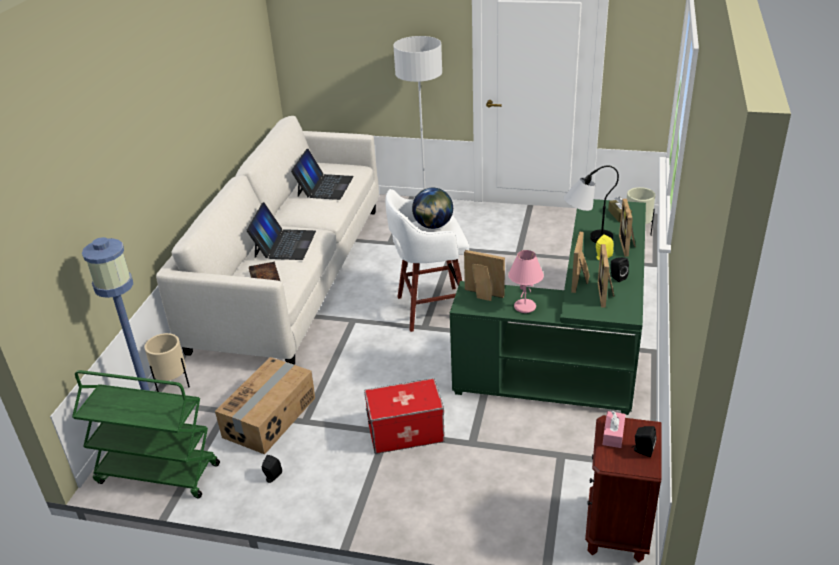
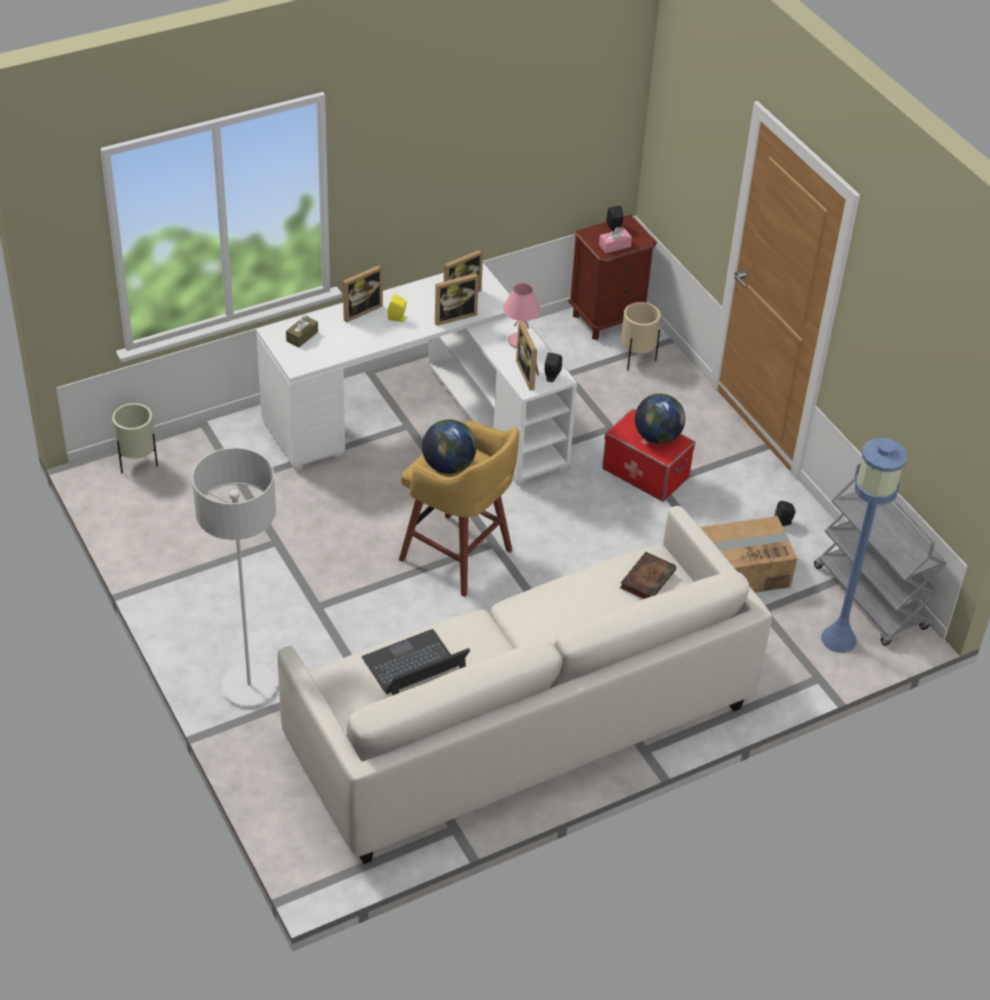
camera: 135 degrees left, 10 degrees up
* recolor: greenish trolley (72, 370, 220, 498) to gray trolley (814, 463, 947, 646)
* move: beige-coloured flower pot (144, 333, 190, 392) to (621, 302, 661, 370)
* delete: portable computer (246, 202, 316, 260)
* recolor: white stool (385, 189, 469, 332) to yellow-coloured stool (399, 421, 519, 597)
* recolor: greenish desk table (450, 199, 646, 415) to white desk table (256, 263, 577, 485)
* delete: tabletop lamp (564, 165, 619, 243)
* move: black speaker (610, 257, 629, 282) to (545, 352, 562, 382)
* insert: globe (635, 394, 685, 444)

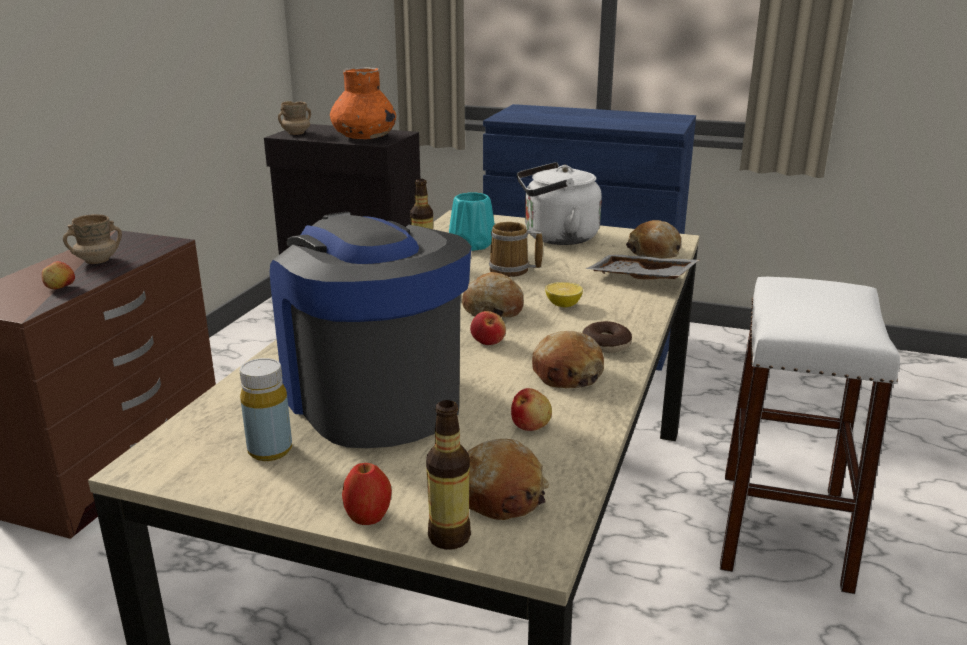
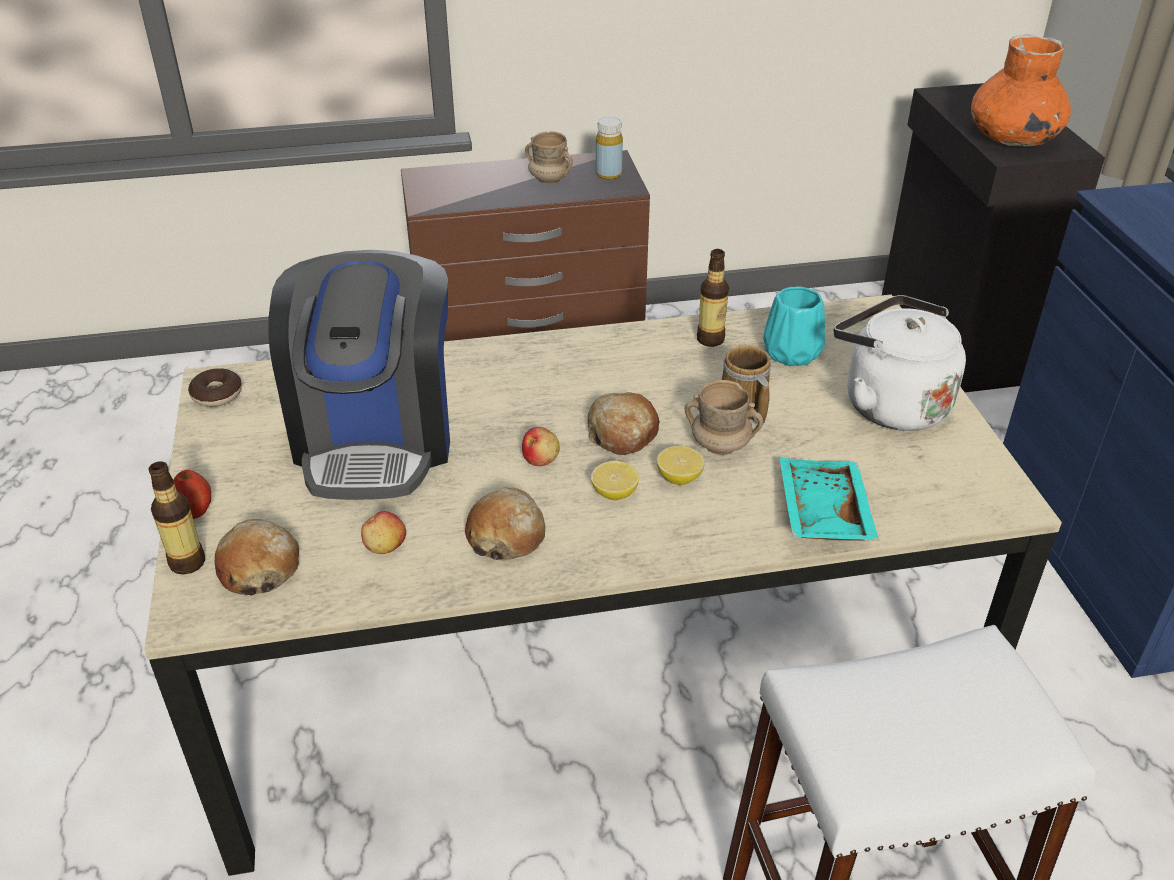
camera: 60 degrees right, 15 degrees up
* delete: apple fruit (42, 261, 75, 289)
* move: yellow-coloured bottle (240, 358, 292, 461) to (596, 116, 623, 180)
* rotate: coffee maker (270, 211, 471, 448) = (269, 250, 450, 500) 150 degrees clockwise
* move: beige-coloured coffee mug (278, 101, 311, 135) to (685, 380, 763, 455)
* move: ring doughnut (582, 321, 632, 353) to (188, 368, 242, 407)
* recolor: gray tray (585, 254, 699, 279) to blue-green tray (780, 458, 879, 541)
* delete: baked bread (626, 220, 681, 259)
* insert: whole lemon (591, 461, 639, 500)

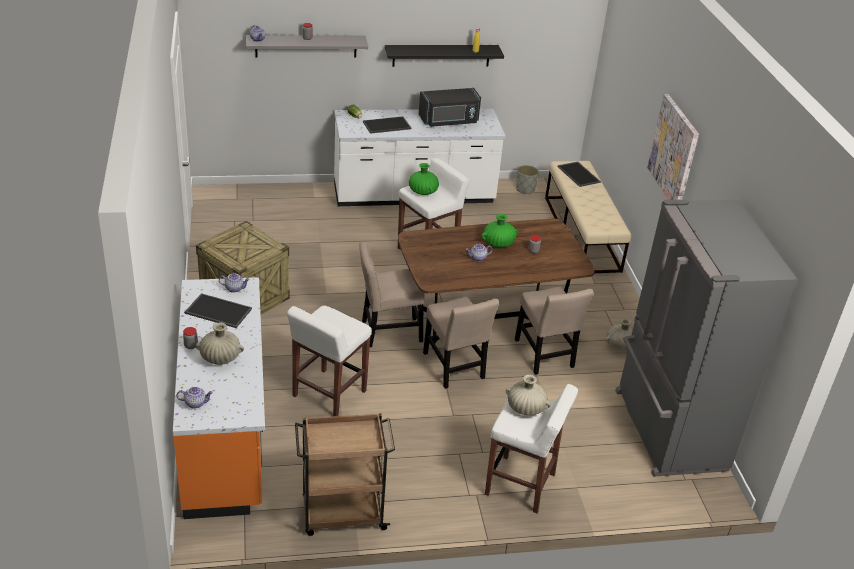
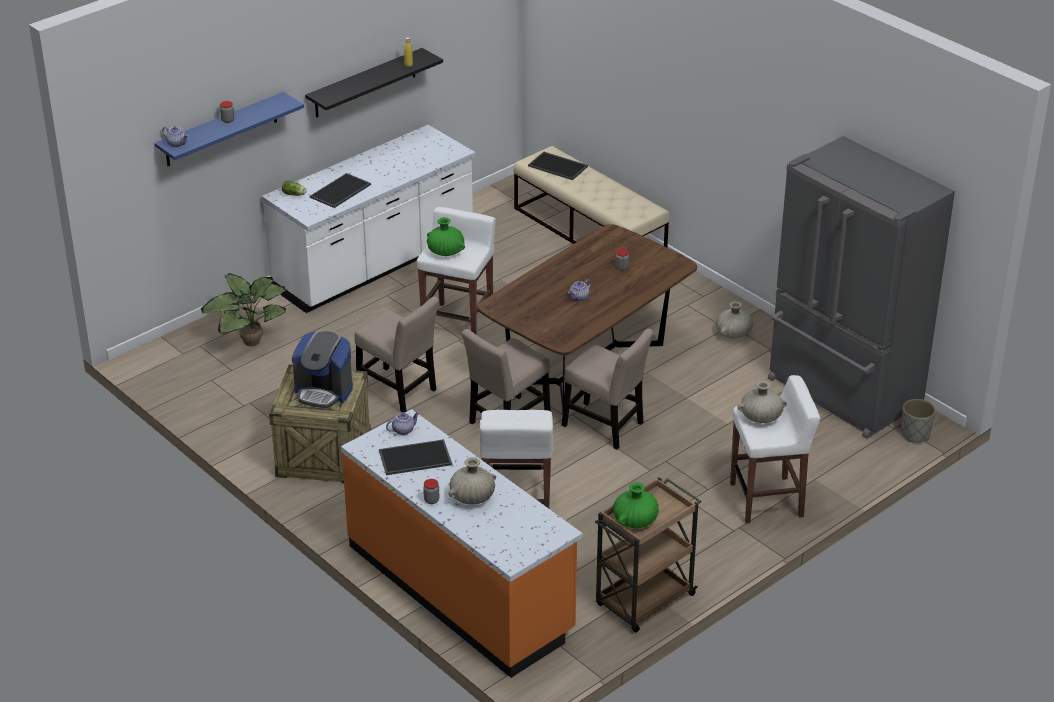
camera: 30 degrees left, 0 degrees up
* delete: teapot (176, 386, 213, 409)
* recolor: gray wall shelf (246, 35, 368, 58) to bluish wall shelf (154, 92, 304, 166)
* delete: black kitchen microwave (419, 88, 481, 127)
* move: greenish vase (481, 214, 518, 247) to (613, 482, 659, 528)
* move: beige-coloured chair (515, 287, 594, 375) to (354, 297, 439, 413)
* move: gray flower pot (516, 165, 539, 194) to (901, 399, 936, 442)
* delete: picture (647, 94, 699, 200)
* insert: potted plant (201, 273, 288, 346)
* insert: coffee maker (292, 330, 353, 408)

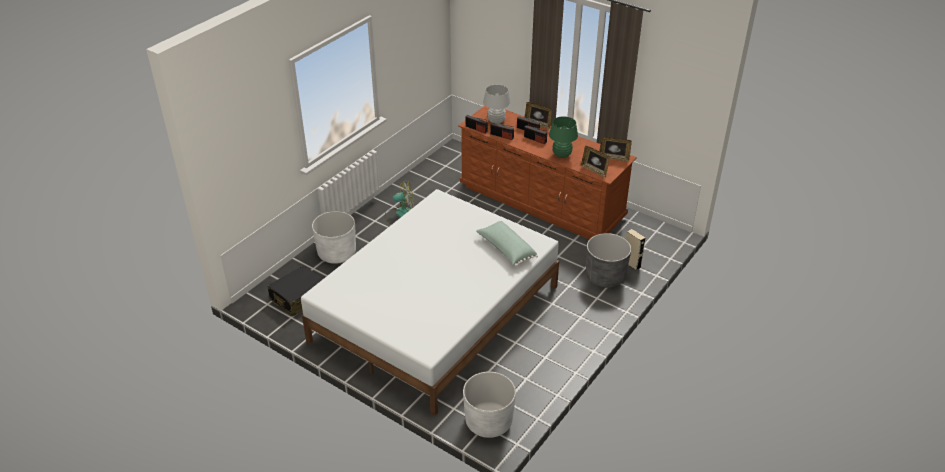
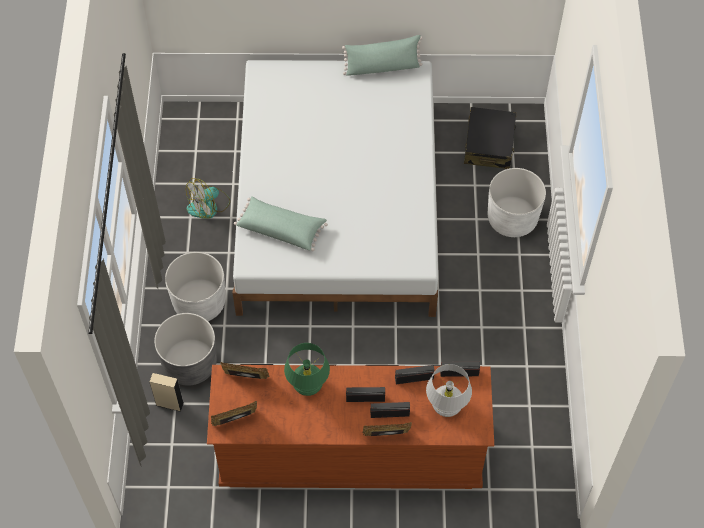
camera: 145 degrees right, 20 degrees up
* move: cooling fan (385, 181, 414, 225) to (186, 178, 230, 219)
* move: white flower pot (463, 371, 516, 438) to (165, 252, 225, 321)
* insert: greenish cushion (342, 35, 423, 76)

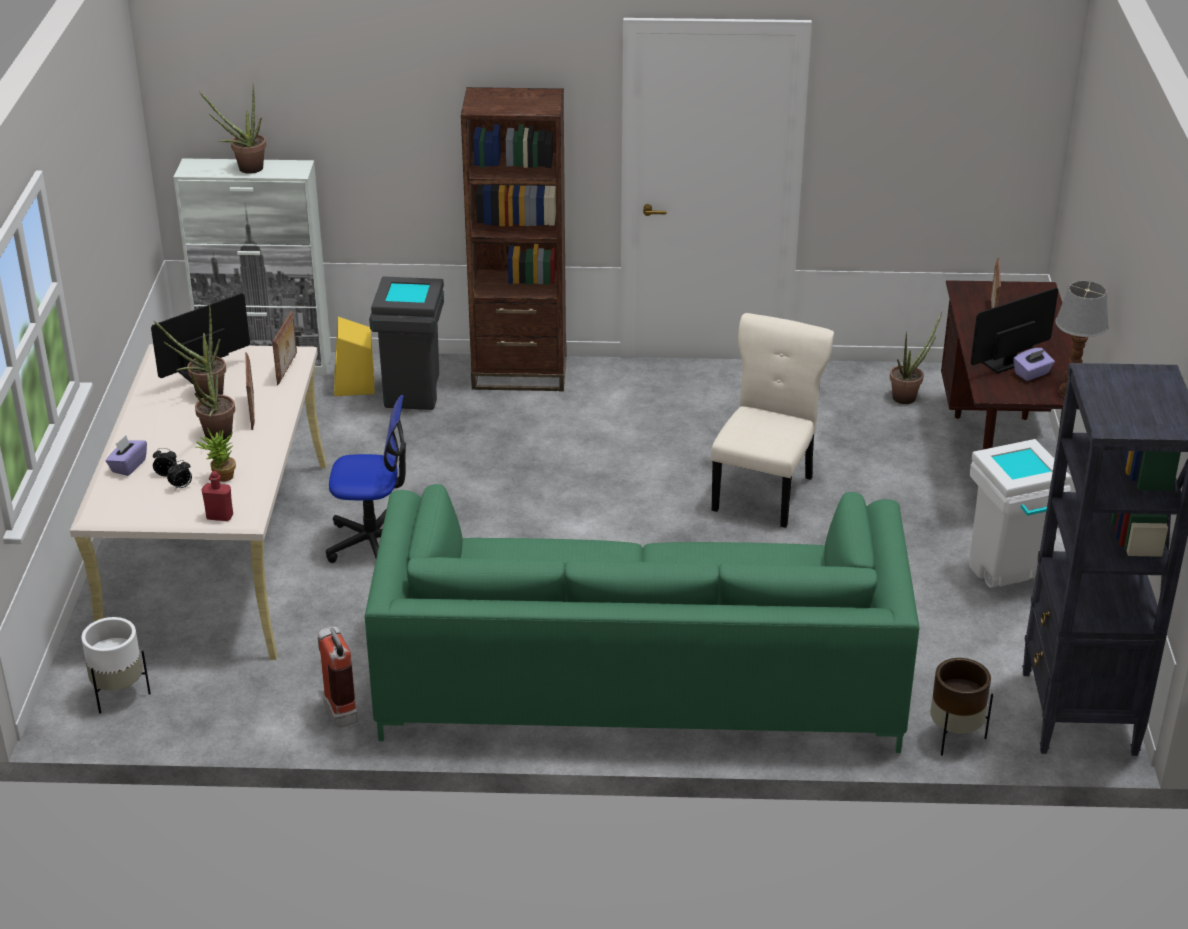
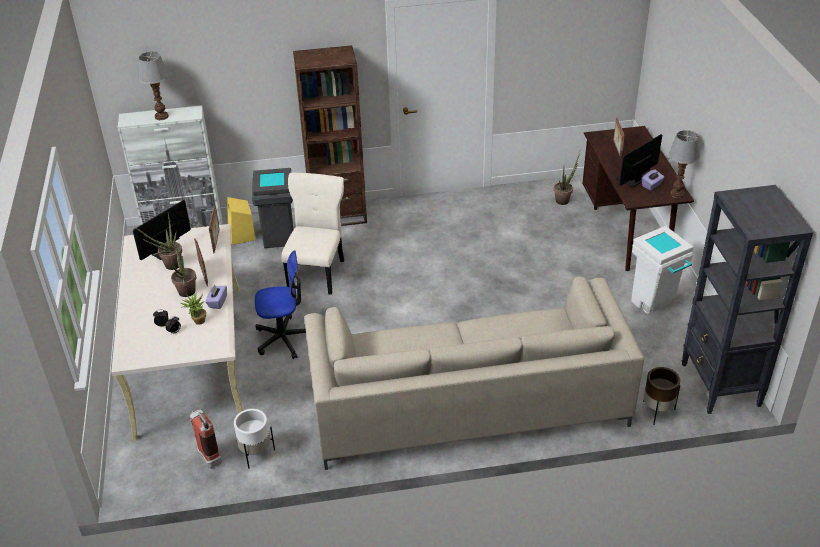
camera: 10 degrees left, 5 degrees up
* move: white flower pot (81, 617, 151, 714) to (234, 409, 275, 468)
* move: purplish tissue holder (106, 436, 147, 476) to (205, 284, 227, 309)
* replace: potted plant (200, 85, 266, 174) to tabletop lamp (138, 52, 169, 120)
* delete: reddish bottle (202, 471, 233, 521)
* move: fire extinguisher (318, 626, 359, 727) to (190, 409, 222, 468)
* recolor: greenish couch (365, 484, 919, 753) to beige-coloured couch (304, 276, 644, 470)
* move: beige-coloured chair (710, 313, 834, 528) to (281, 172, 344, 295)

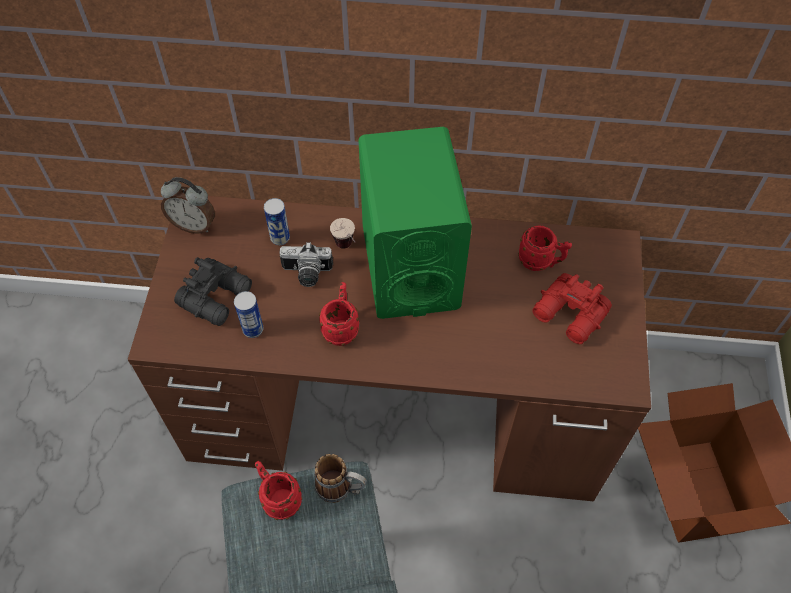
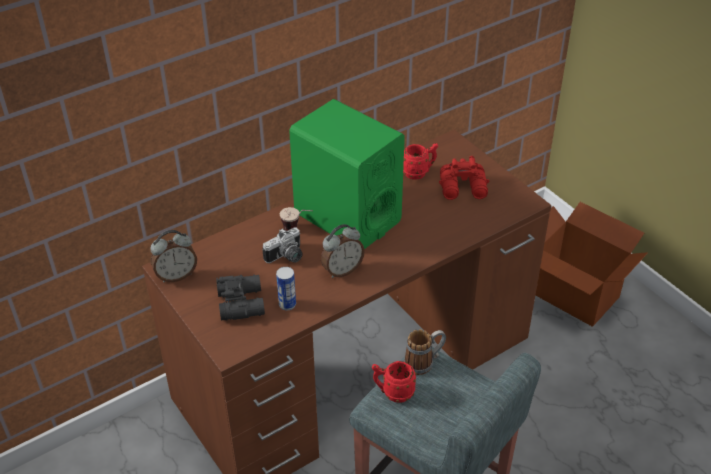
camera: 40 degrees left, 15 degrees down
* delete: metal can (264, 198, 290, 245)
* replace: reddish coffee mug (319, 282, 359, 346) to alarm clock (321, 224, 365, 278)

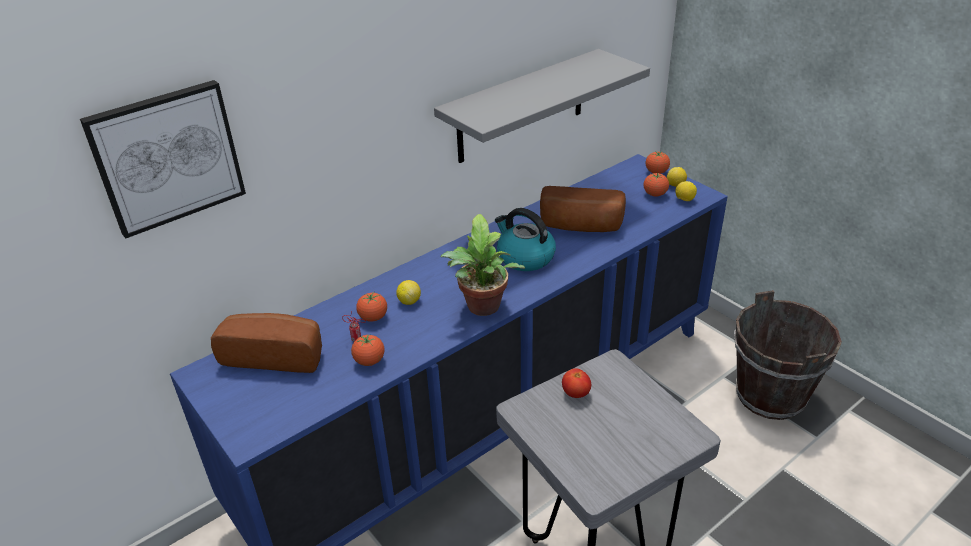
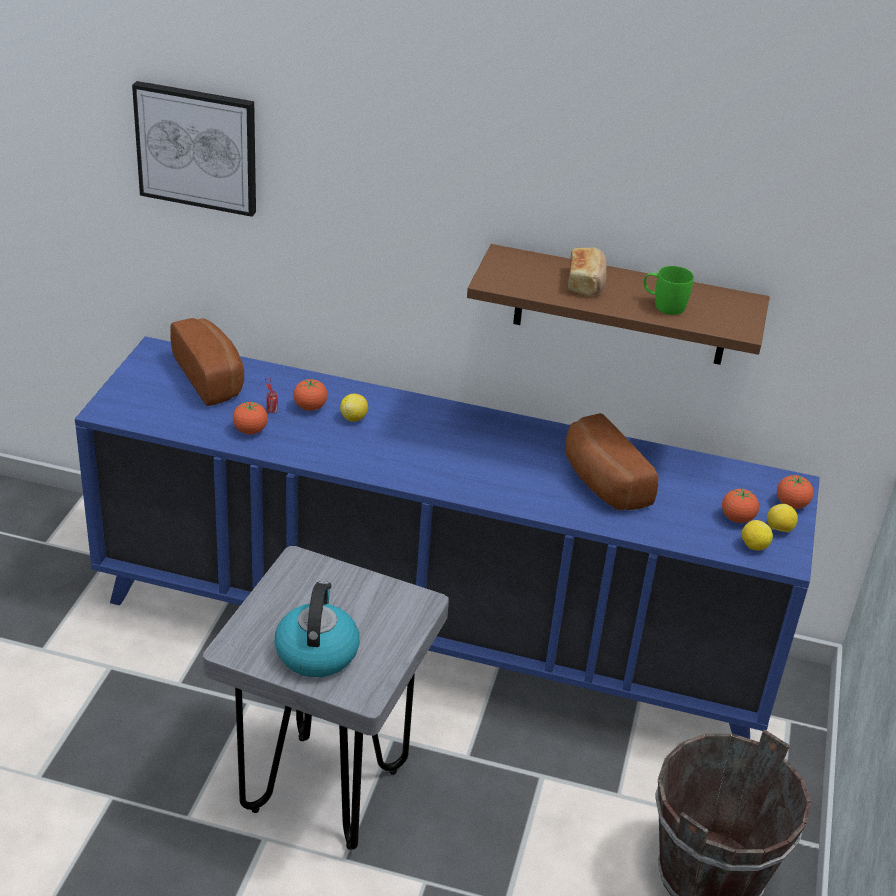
camera: 50 degrees right, 0 degrees up
* recolor: gray wall shelf (434, 49, 650, 163) to brown-coloured wall shelf (467, 244, 770, 365)
* delete: potted plant (441, 214, 525, 316)
* move: kettle (495, 208, 556, 271) to (275, 581, 360, 677)
* delete: fresh tomato (562, 368, 591, 398)
* insert: baked bread (568, 247, 607, 297)
* insert: greenish coffee mug (644, 266, 694, 315)

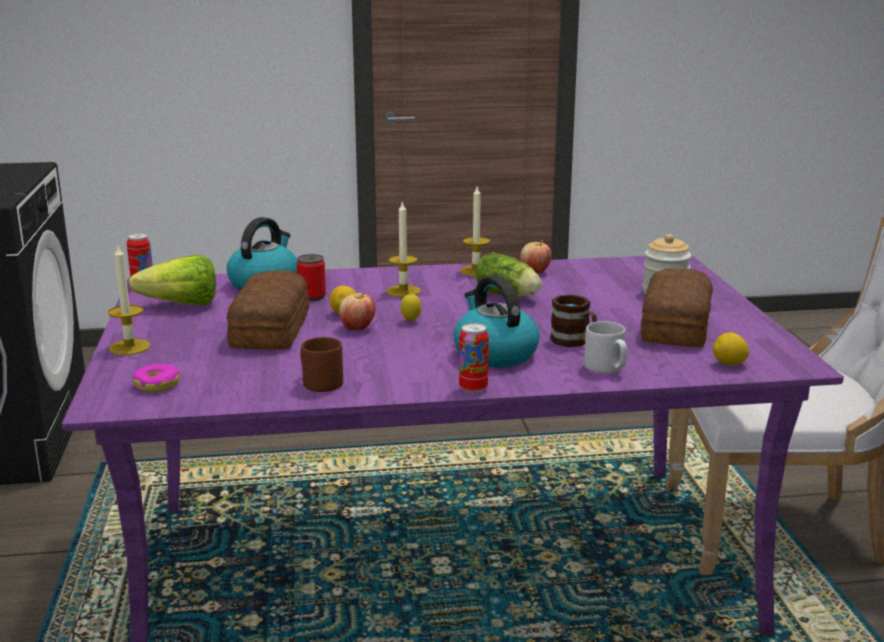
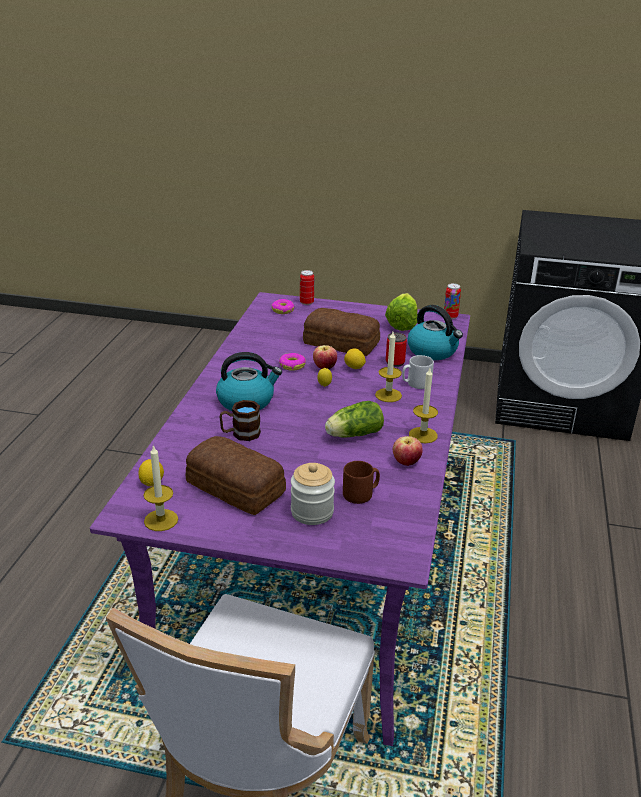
camera: 110 degrees right, 10 degrees up
* move: candle (108, 246, 150, 355) to (144, 444, 178, 531)
* move: brown-coloured coffee mug (301, 337, 343, 392) to (343, 461, 380, 504)
* move: metal can (459, 323, 489, 393) to (300, 270, 314, 305)
* move: gray coffee mug (584, 321, 627, 374) to (402, 355, 434, 389)
* insert: ring doughnut (279, 353, 306, 371)

